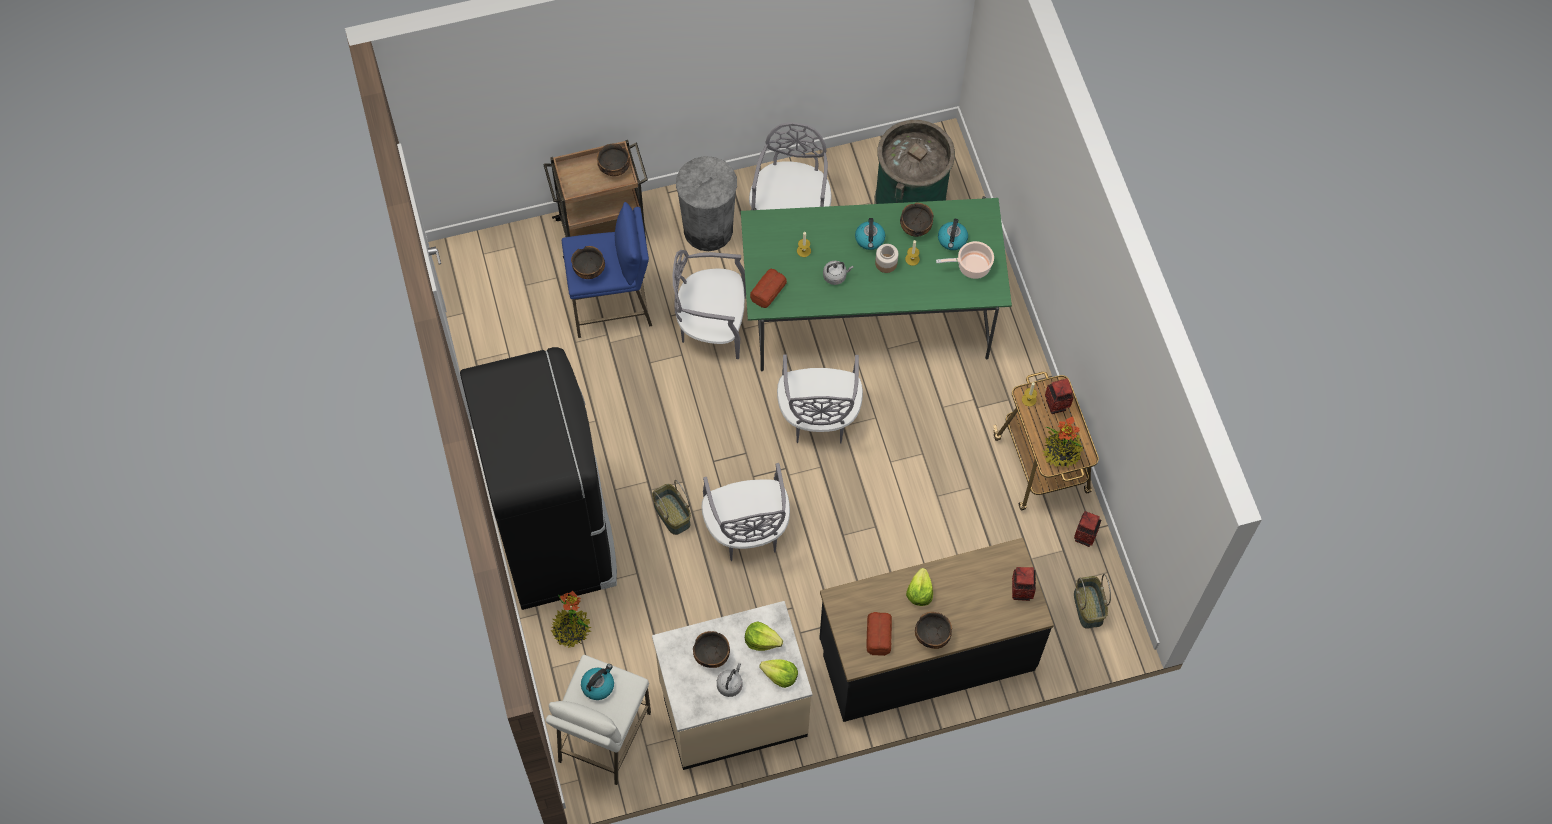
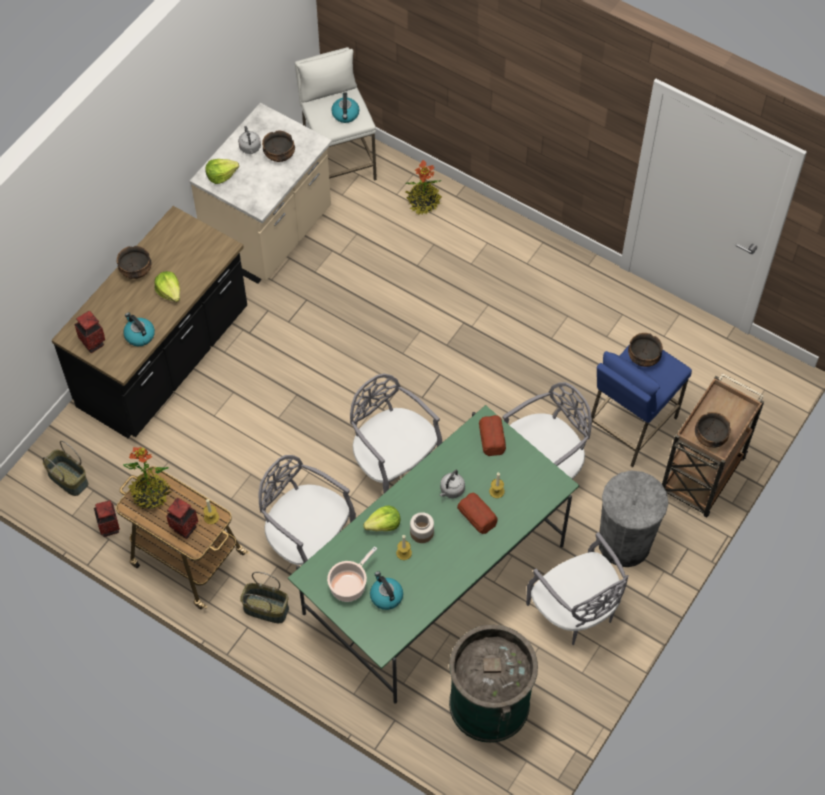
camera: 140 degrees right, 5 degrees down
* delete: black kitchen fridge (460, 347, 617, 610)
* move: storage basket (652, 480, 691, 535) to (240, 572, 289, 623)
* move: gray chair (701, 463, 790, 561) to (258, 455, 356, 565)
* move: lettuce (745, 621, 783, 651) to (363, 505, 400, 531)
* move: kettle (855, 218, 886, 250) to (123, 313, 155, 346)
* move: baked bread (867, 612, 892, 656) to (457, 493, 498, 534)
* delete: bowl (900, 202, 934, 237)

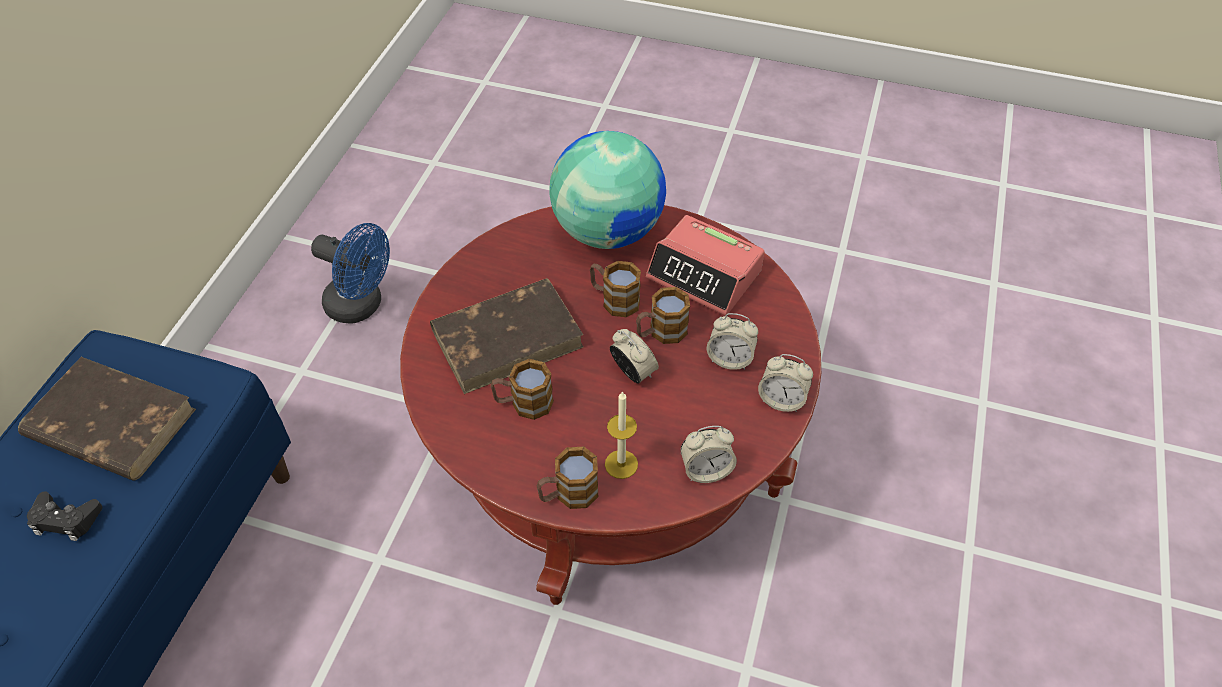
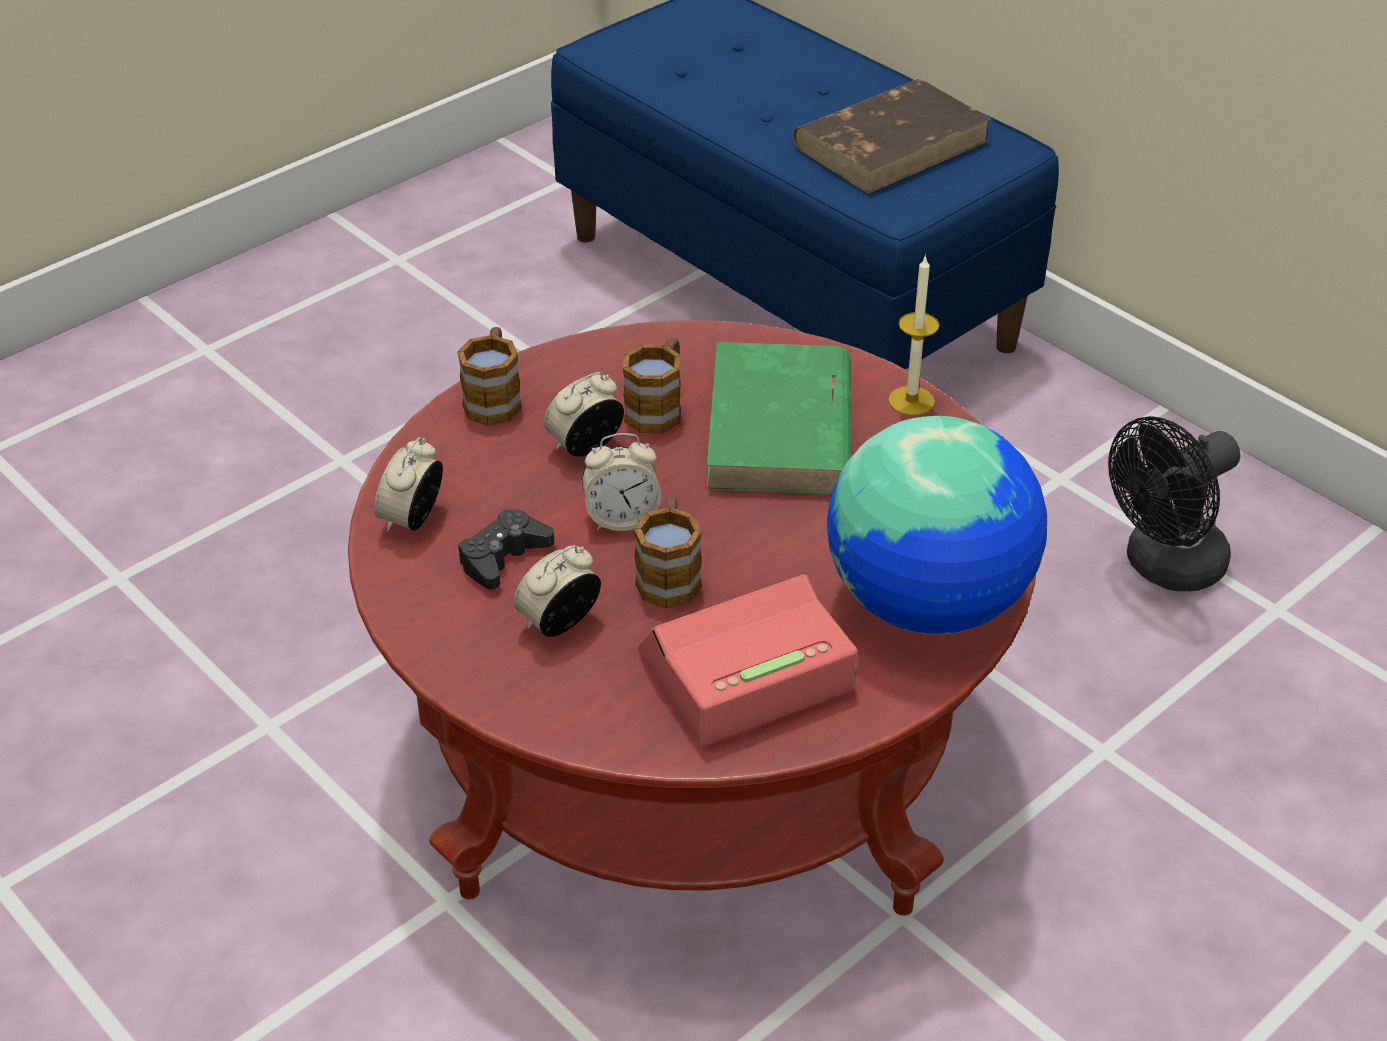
camera: 120 degrees right, 10 degrees down
* move: black game controller (27, 491, 102, 541) to (458, 509, 554, 590)
* recolor: bluish cooling fan (311, 223, 390, 324) to black cooling fan (1108, 416, 1241, 591)
* recolor: brown-coloured bound book (430, 278, 584, 394) to greenish bound book (706, 342, 852, 495)
* delete: coffee mug (590, 261, 641, 317)
* move: candle (605, 391, 638, 479) to (888, 255, 939, 416)
* move: alarm clock (758, 354, 813, 412) to (544, 372, 624, 457)

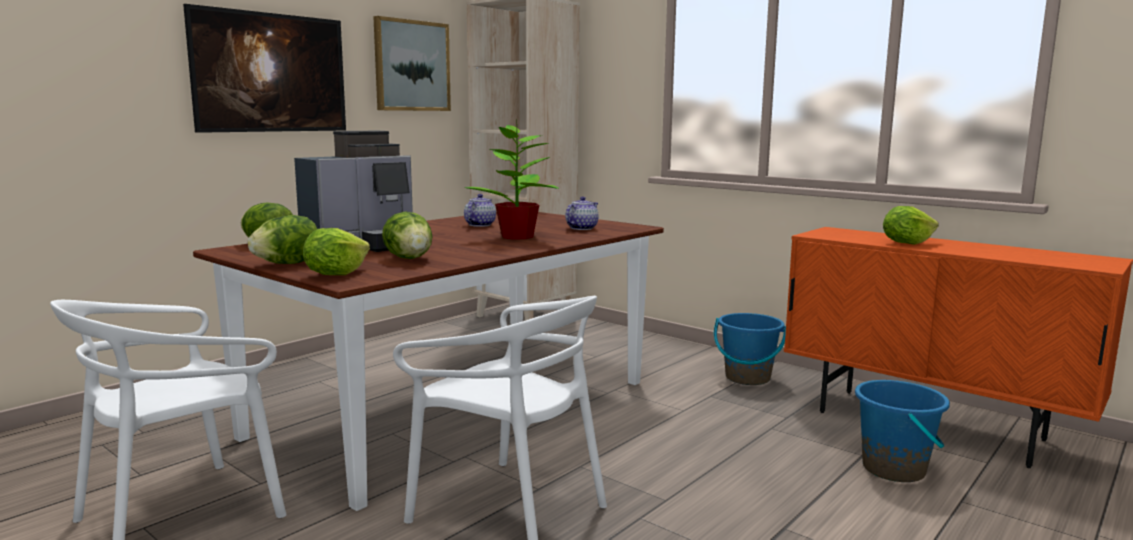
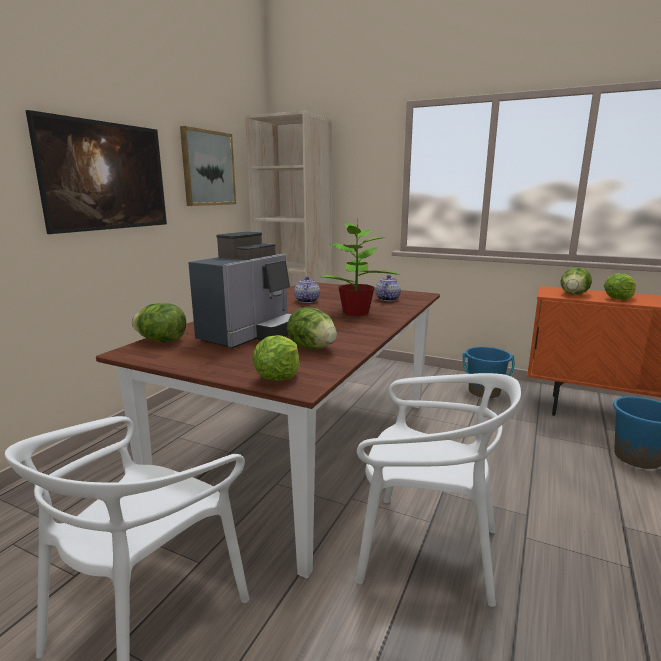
camera: 15 degrees left, 5 degrees up
* move: lettuce (248, 215, 317, 264) to (561, 267, 592, 295)

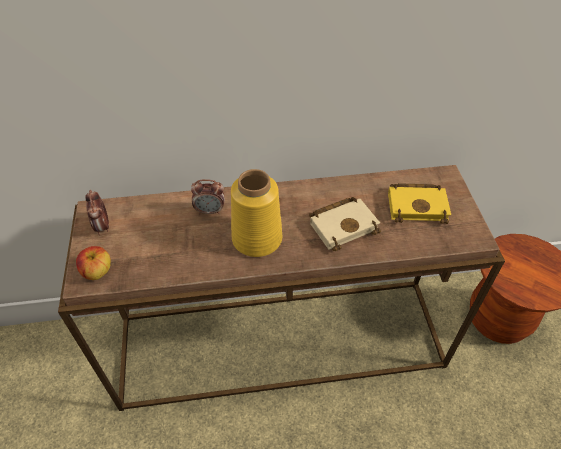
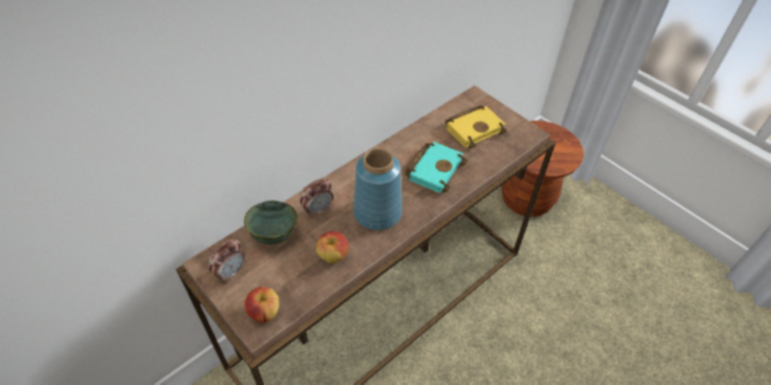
camera: 35 degrees left, 0 degrees up
* rotate: alarm clock (85, 190, 109, 235) = (209, 239, 245, 283) 90 degrees counterclockwise
* recolor: yellow-coloured vase (231, 169, 282, 257) to bluish vase (354, 148, 402, 230)
* recolor: beige-coloured bound book (309, 197, 381, 251) to blue-green bound book (404, 142, 468, 193)
* insert: greenish bowl (244, 201, 298, 244)
* insert: apple fruit (316, 231, 348, 263)

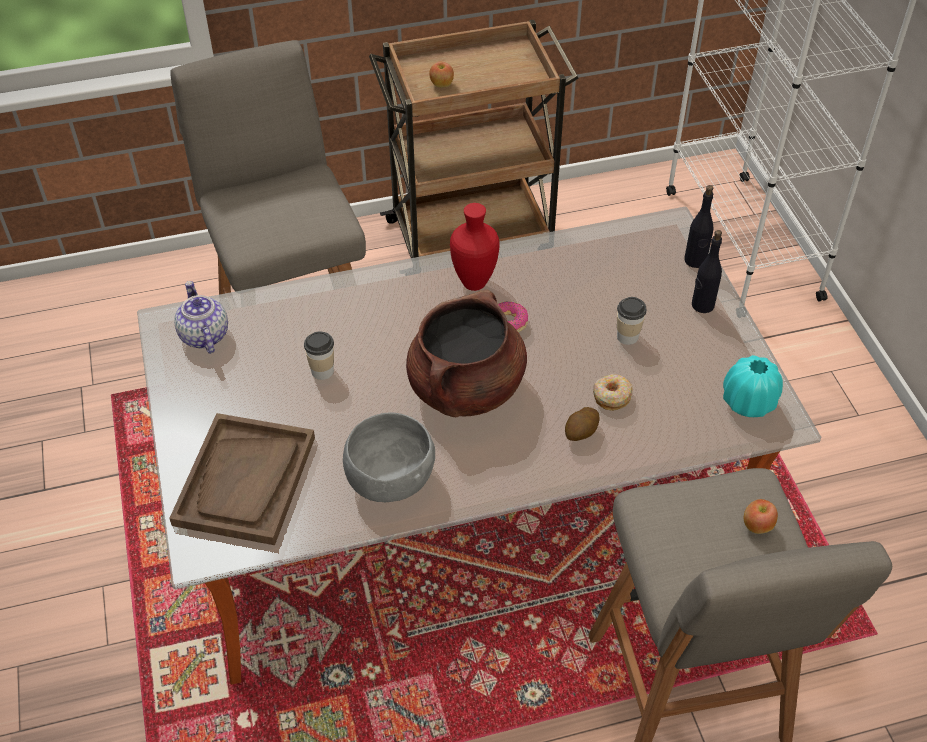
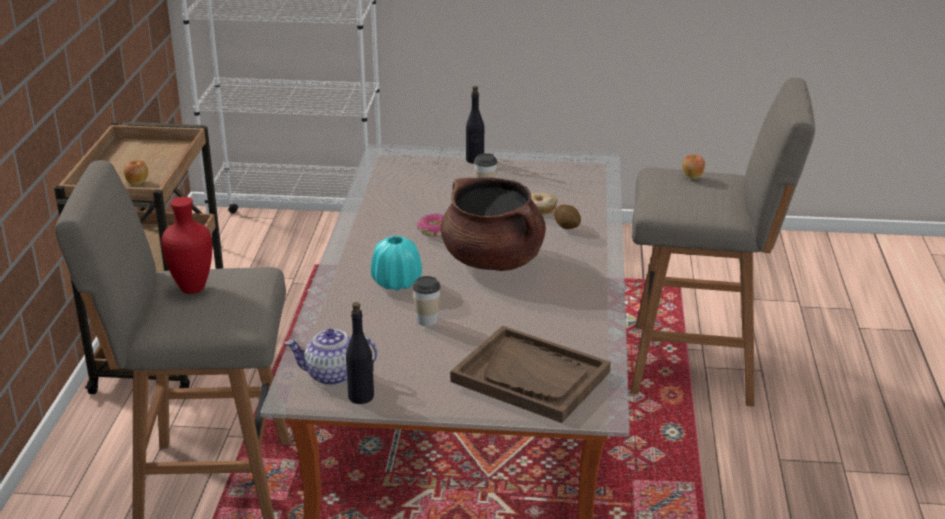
camera: 70 degrees left, 20 degrees down
* delete: gray bowl (343, 412, 435, 502)
* move: reddish vase (450, 203, 500, 291) to (161, 197, 212, 294)
* move: black bottle (684, 185, 713, 268) to (346, 302, 374, 404)
* move: blue-green vase (723, 355, 783, 417) to (371, 236, 422, 291)

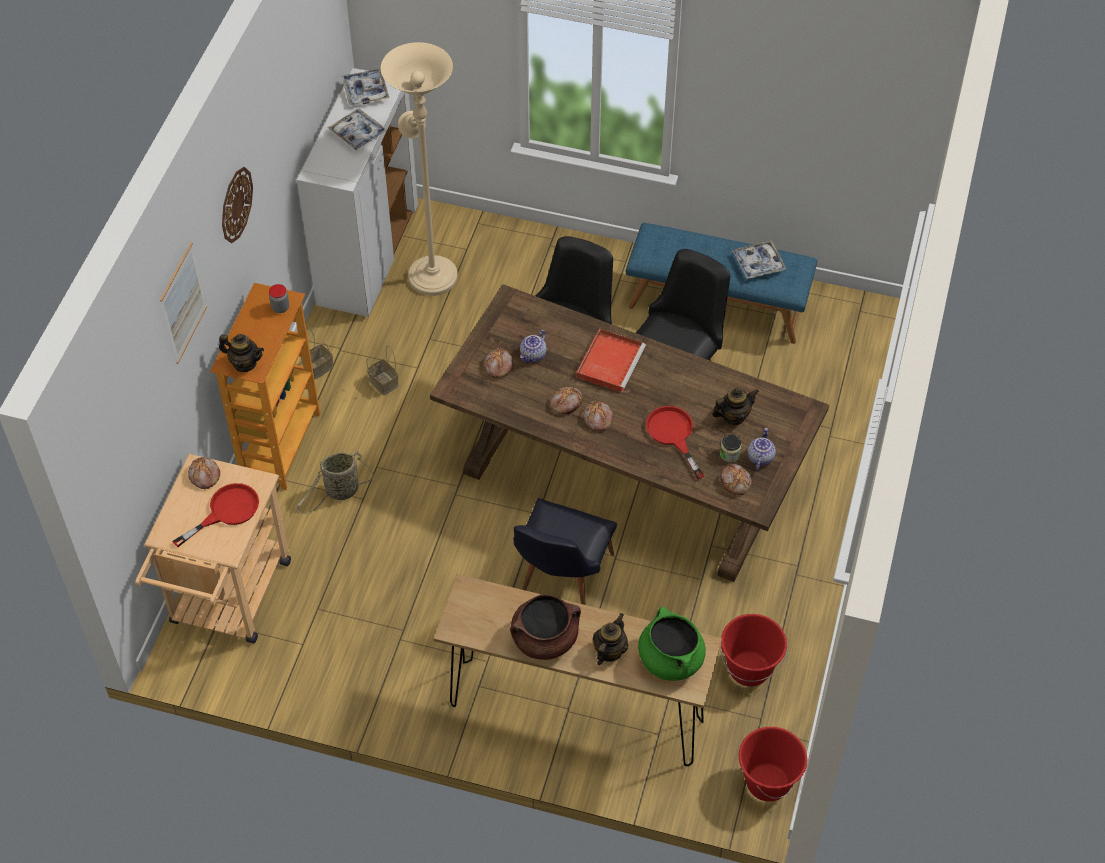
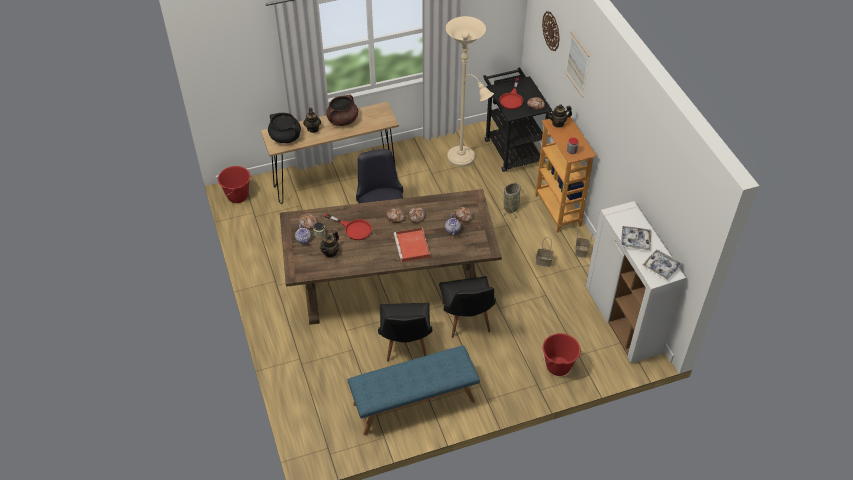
camera: 145 degrees right, 5 degrees down
* recolor: beige-coloured trolley (135, 454, 291, 643) to black trolley (483, 67, 552, 172)
* move: hanging clock (222, 167, 253, 243) to (542, 11, 560, 51)
* move: beige-coloured standing lamp (381, 42, 458, 296) to (446, 16, 494, 167)
* recolor: greenish stockpot (638, 607, 706, 681) to black stockpot (268, 113, 301, 143)
* move: reddish water bucket (721, 614, 788, 686) to (543, 333, 581, 376)
* delete: tray (732, 240, 786, 279)

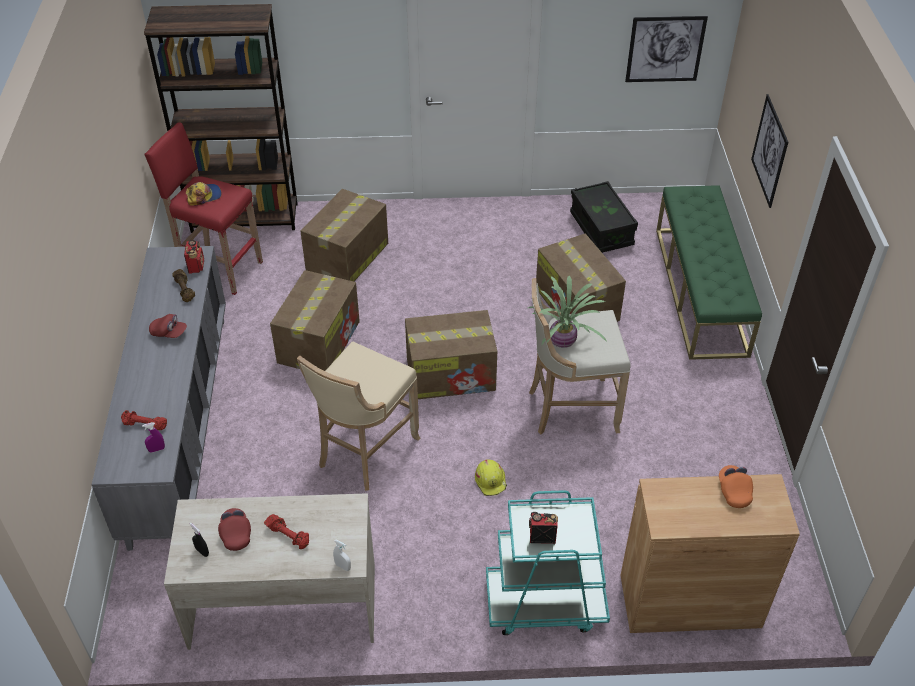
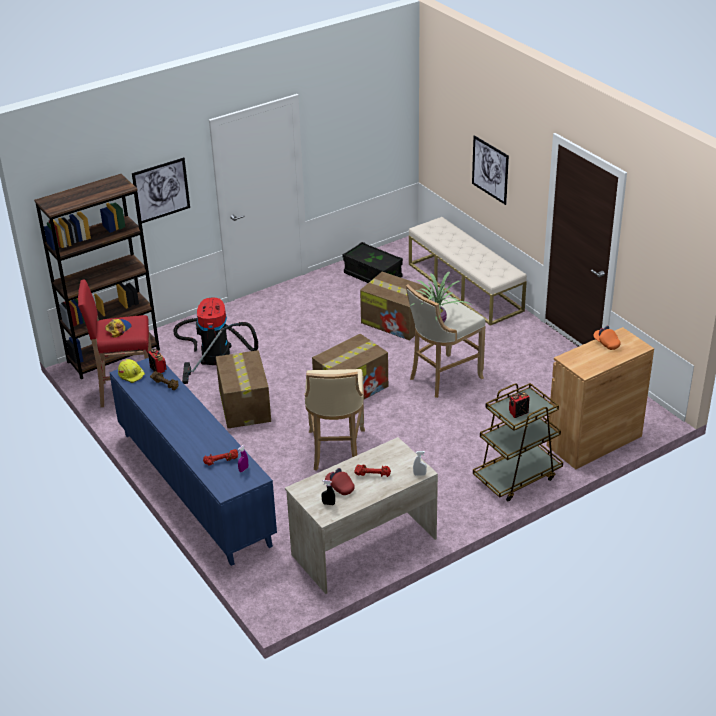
camera: 30 degrees left, 10 degrees down
* recolor: gray cupboard (92, 246, 226, 551) to bluish cupboard (110, 358, 277, 566)
* delete: reddish baseball cap (149, 314, 187, 338)
* replace: cardboard box (300, 189, 388, 282) to hoover (173, 298, 258, 384)
* move: yellow-coloured work helmet (475, 459, 507, 496) to (118, 359, 145, 383)
* recolor: blue-green trolley (486, 490, 610, 635) to brown-coloured trolley (473, 383, 563, 501)
* move: picture (625, 16, 708, 82) to (132, 157, 190, 223)
* recolor: greenish long seat (656, 186, 762, 360) to beige-coloured long seat (409, 217, 527, 326)

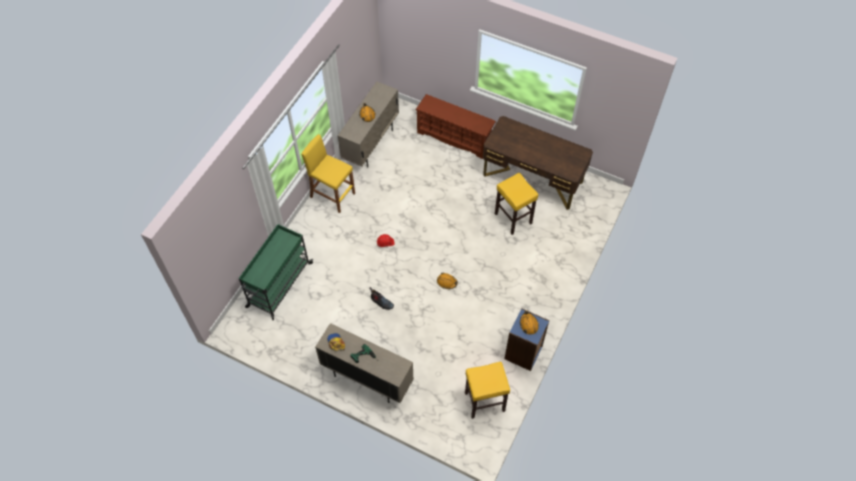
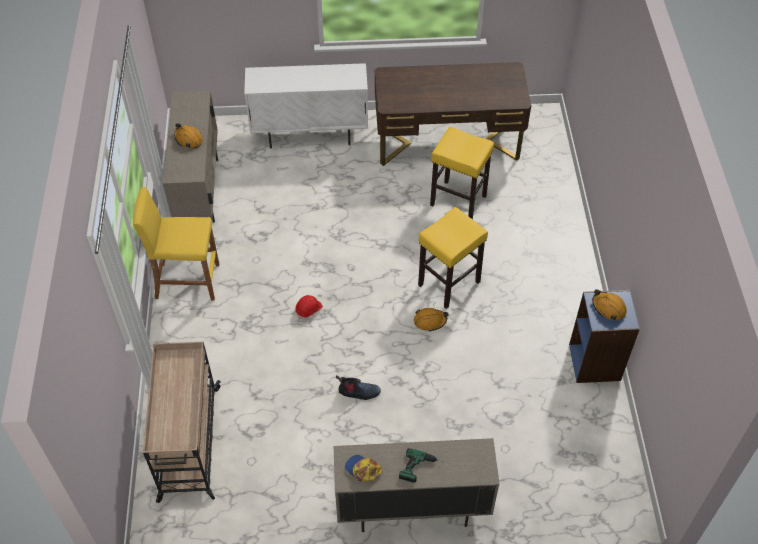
camera: 30 degrees left, 5 degrees down
* recolor: greenish trolley (239, 224, 313, 320) to beige-coloured trolley (143, 342, 221, 503)
* replace: brown-coloured shoe stand (415, 94, 496, 159) to white cupboard (244, 63, 368, 148)
* move: yellow-coloured stool (465, 362, 510, 419) to (418, 207, 488, 309)

